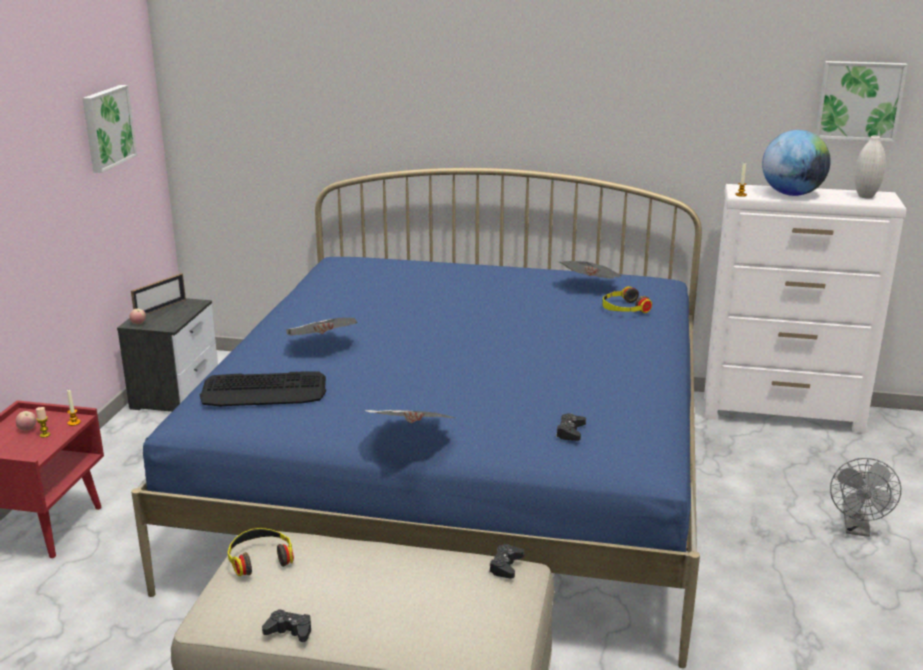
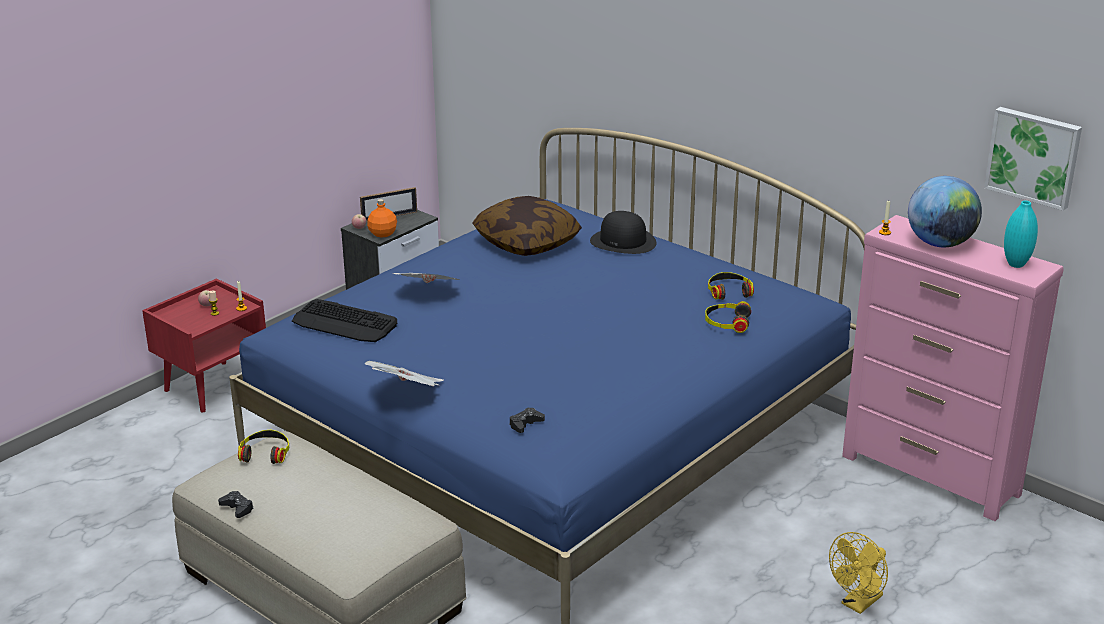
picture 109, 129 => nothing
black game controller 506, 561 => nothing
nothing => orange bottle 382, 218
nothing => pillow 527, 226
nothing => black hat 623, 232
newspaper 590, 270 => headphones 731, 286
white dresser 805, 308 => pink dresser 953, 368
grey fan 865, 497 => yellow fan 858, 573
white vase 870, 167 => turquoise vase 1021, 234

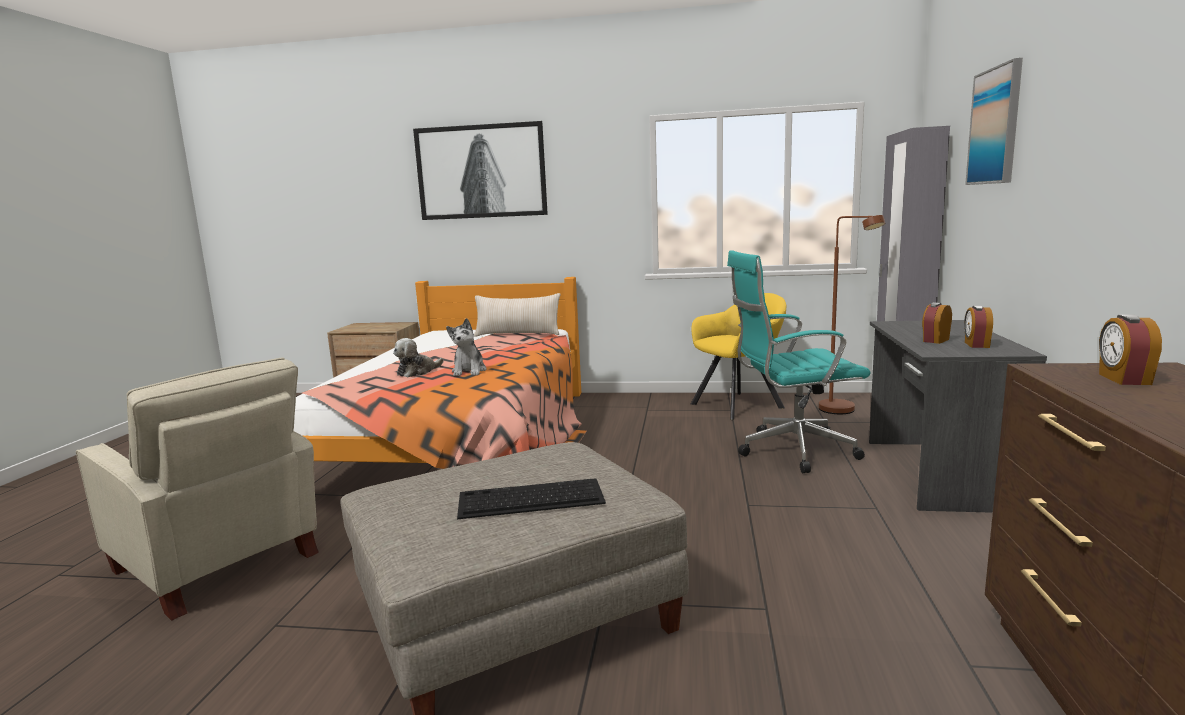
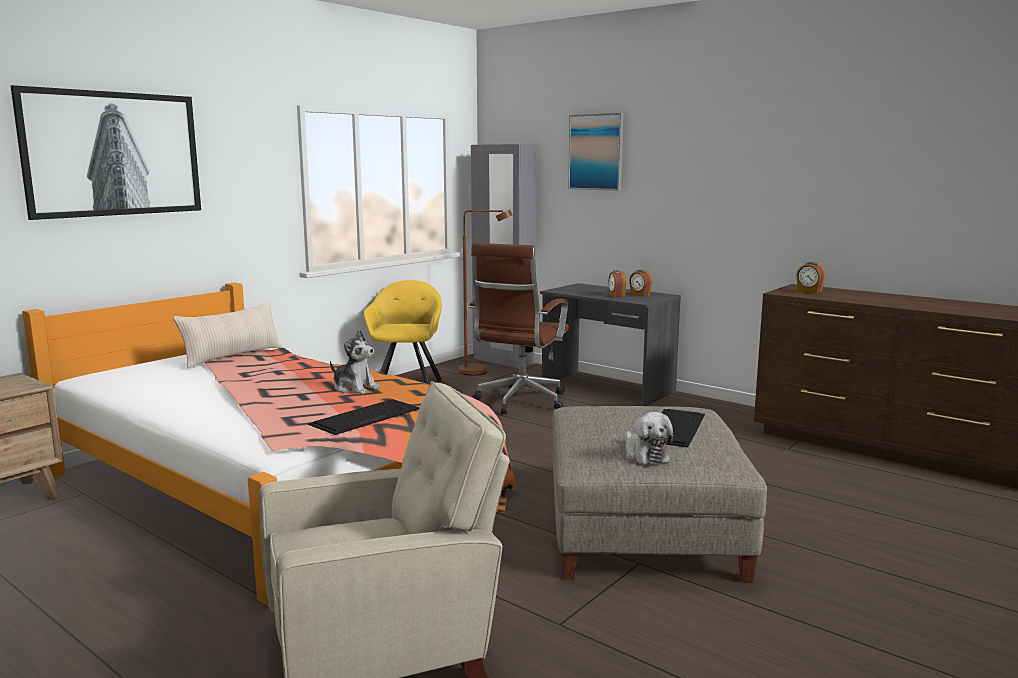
nothing => keyboard 364, 417
plush toy 418, 357 => plush toy 649, 438, moved
turquoise office chair 799, 361 => brown office chair 518, 328

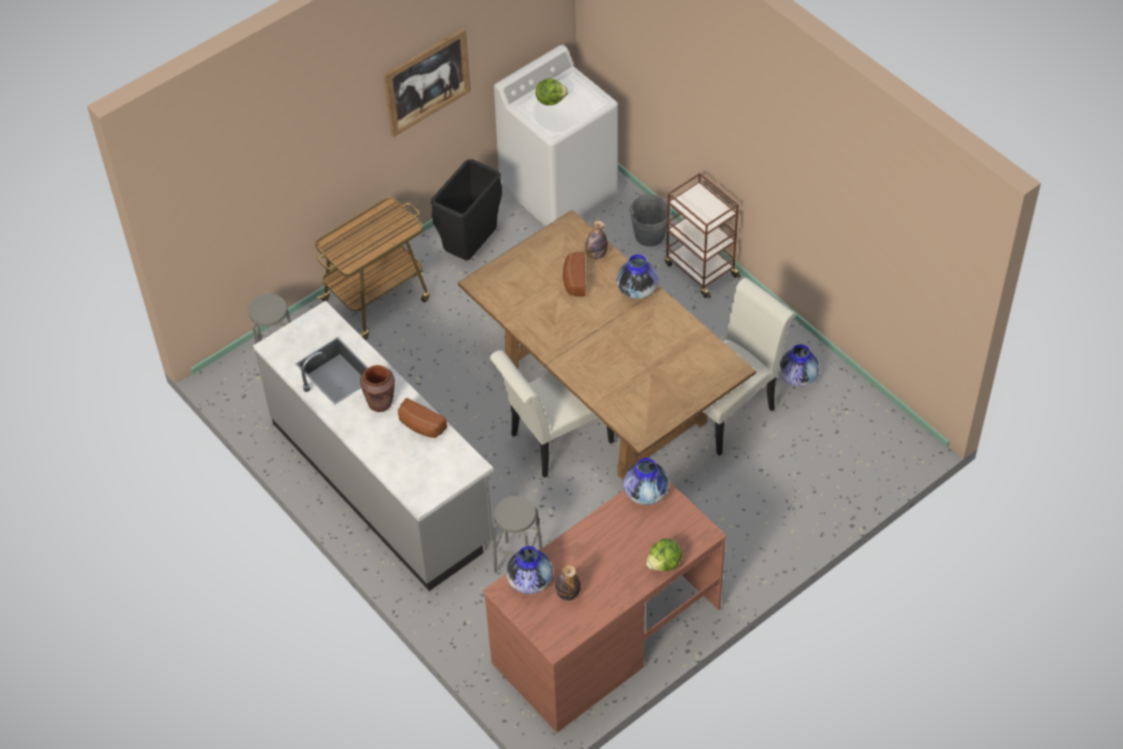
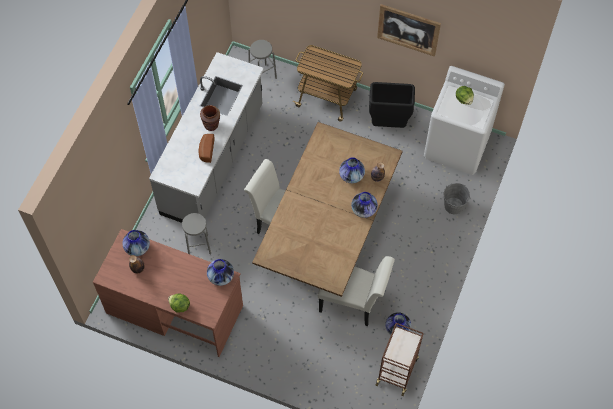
brown cart 702, 236 => brown cart 399, 359, moved
bread 574, 274 => vase 352, 170

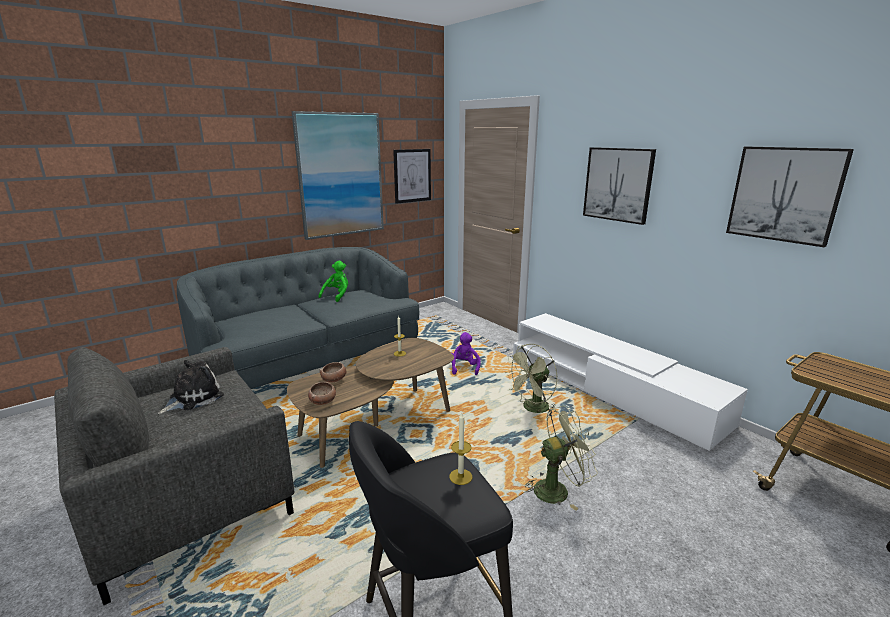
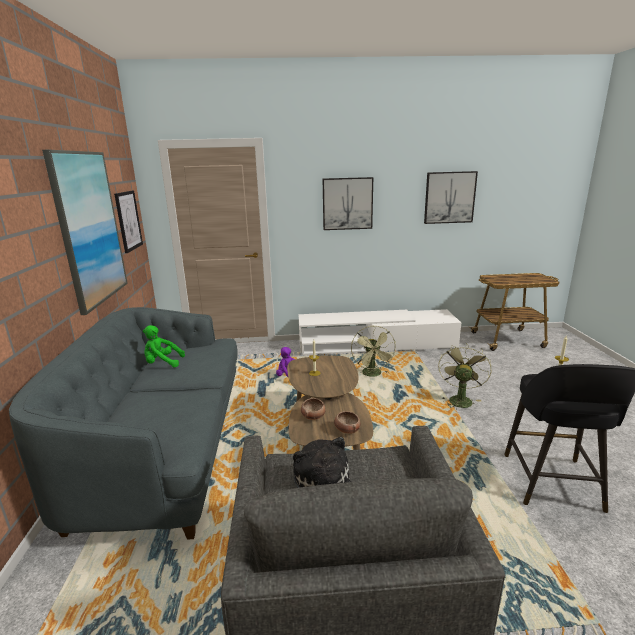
green plush toy 333, 281 => green plush toy 164, 346, 60 degrees counterclockwise

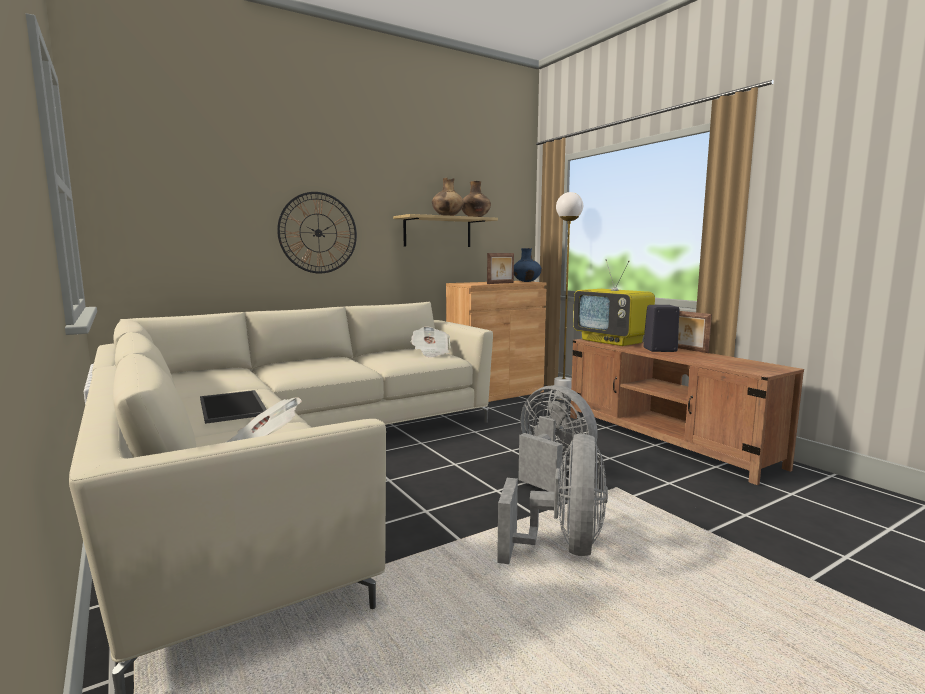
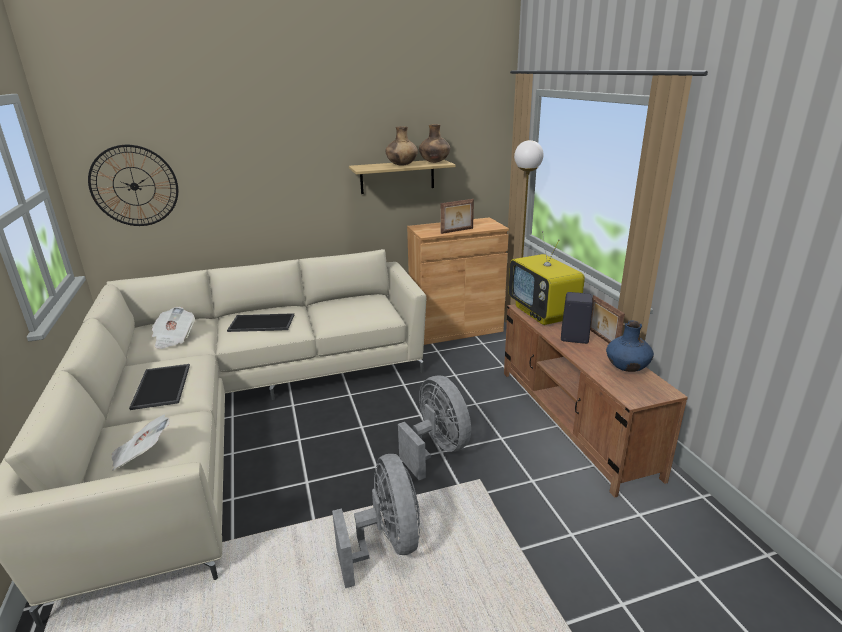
nothing => tray 260, 322
wall clock 317, 233 => wall clock 133, 185, moved
newspaper 430, 342 => newspaper 173, 328, moved
blue vase 528, 265 => blue vase 630, 346, moved
grey fan 552, 499 => grey fan 376, 521, 45 degrees counterclockwise

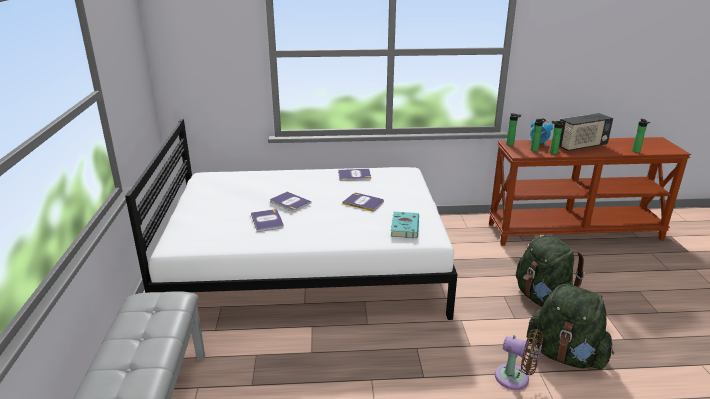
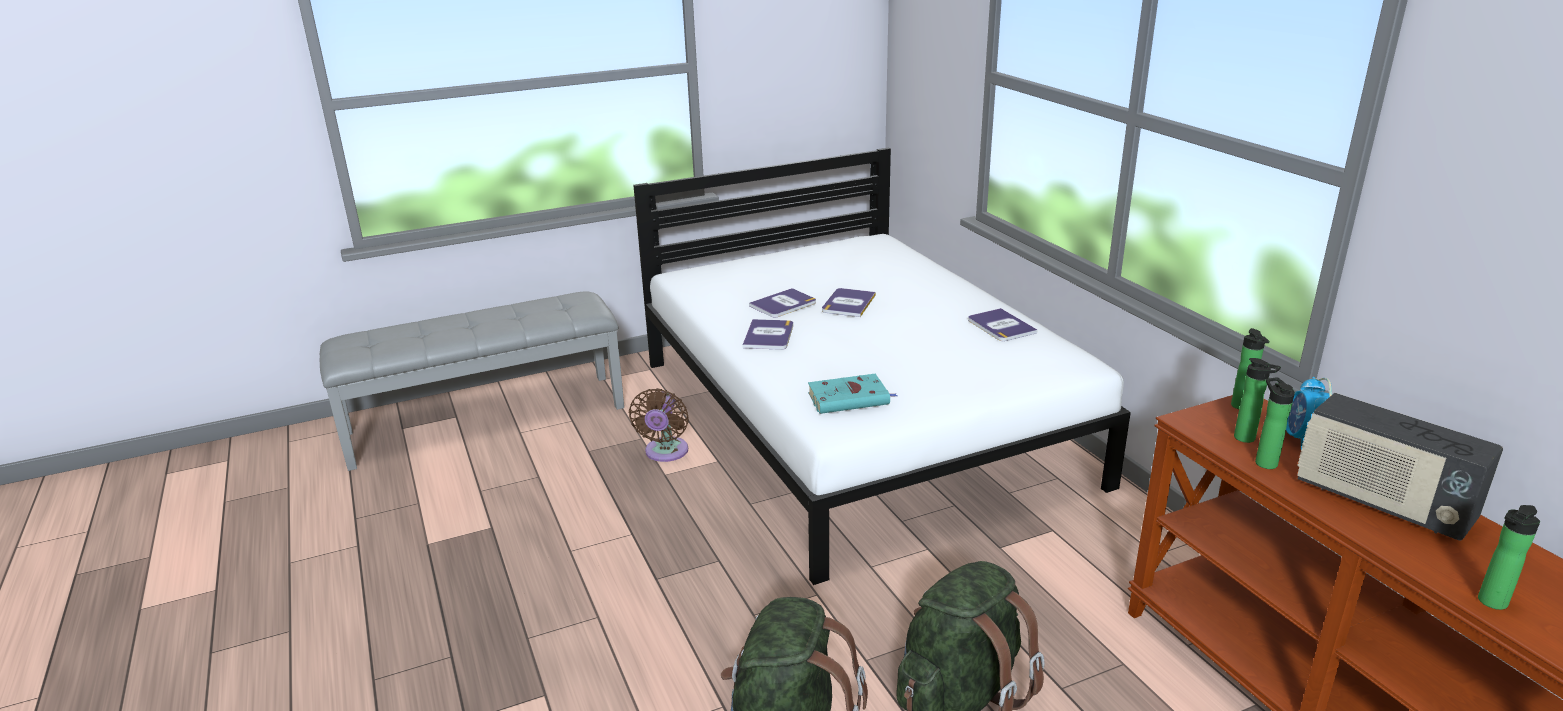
book 363, 202 => book 768, 334, moved
brown fan 519, 359 => brown fan 659, 425, moved

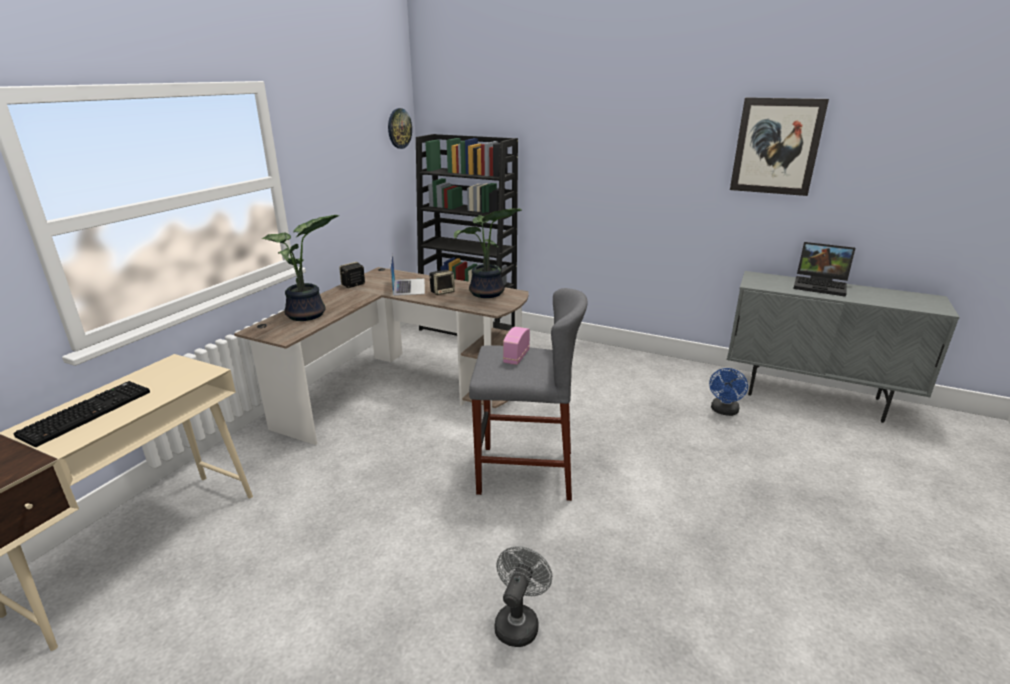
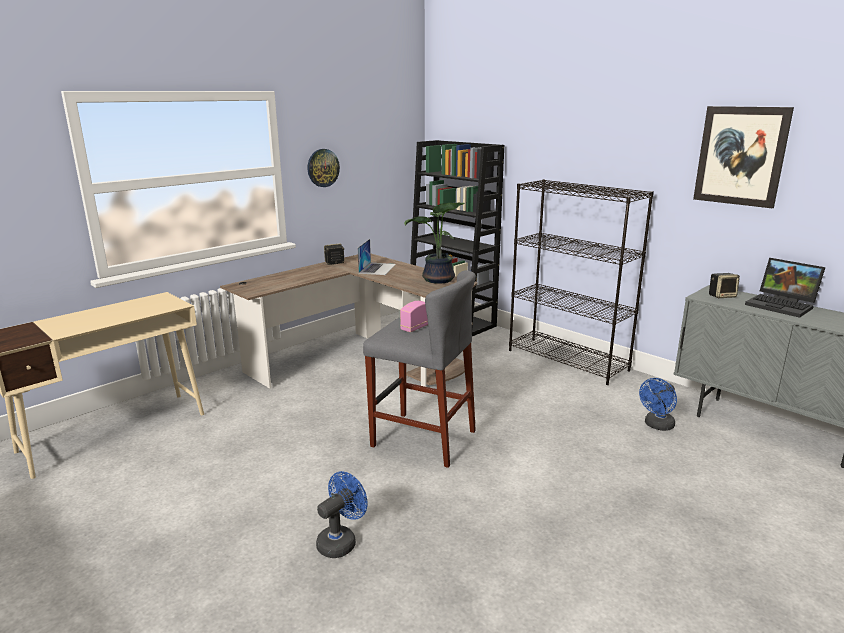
keyboard 81, 414 => nothing
potted plant 301, 268 => nothing
nothing => black bookcase 581, 282
wall clock 400, 128 => wall clock 324, 168, moved
speaker 442, 282 => speaker 724, 285, moved
grey fan 523, 596 => blue fan 342, 514

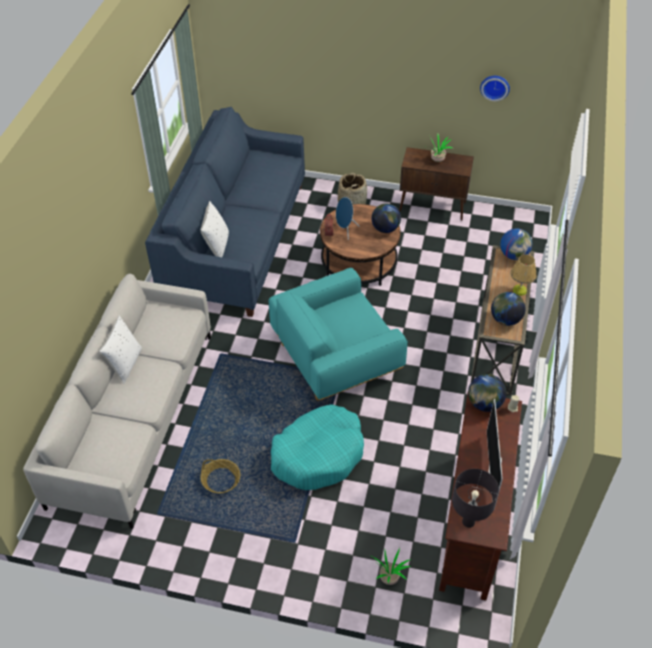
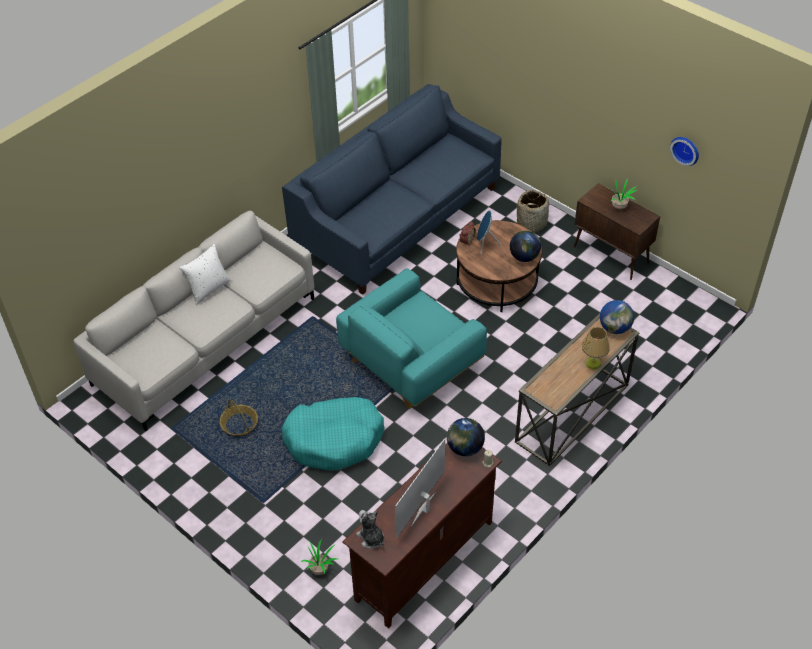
white pillow 214, 229 => nothing
globe 508, 309 => nothing
black table lamp 475, 498 => plush toy 370, 529
turquoise armchair 338, 334 => turquoise armchair 411, 338, 45 degrees counterclockwise

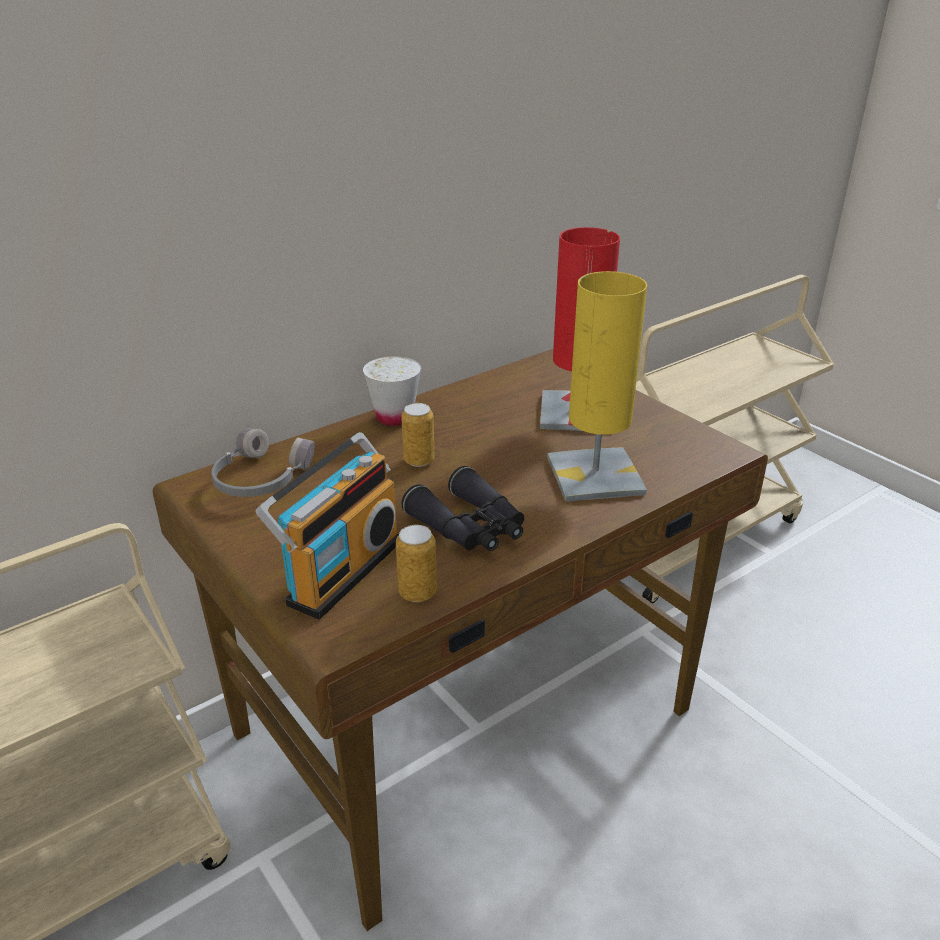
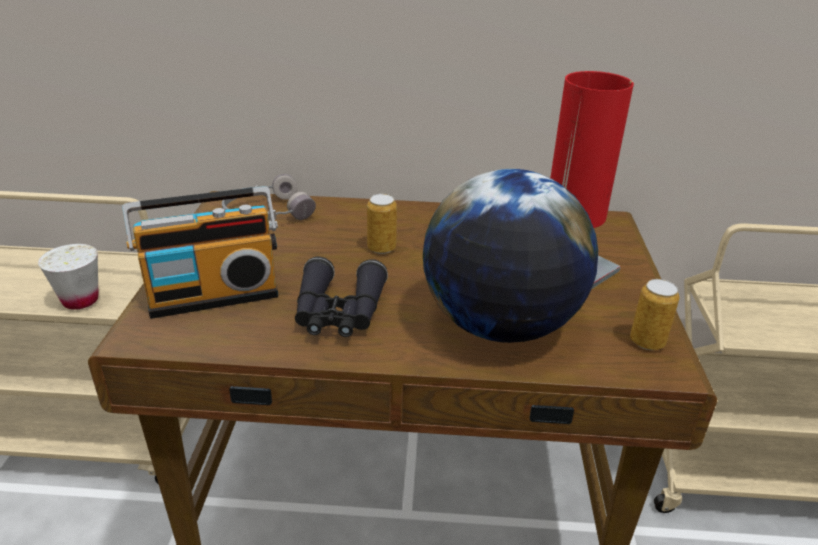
white cup 392, 391 => white cup 68, 277, moved
can 416, 563 => can 654, 314, moved
yellow table lamp 597, 386 => globe 510, 256

